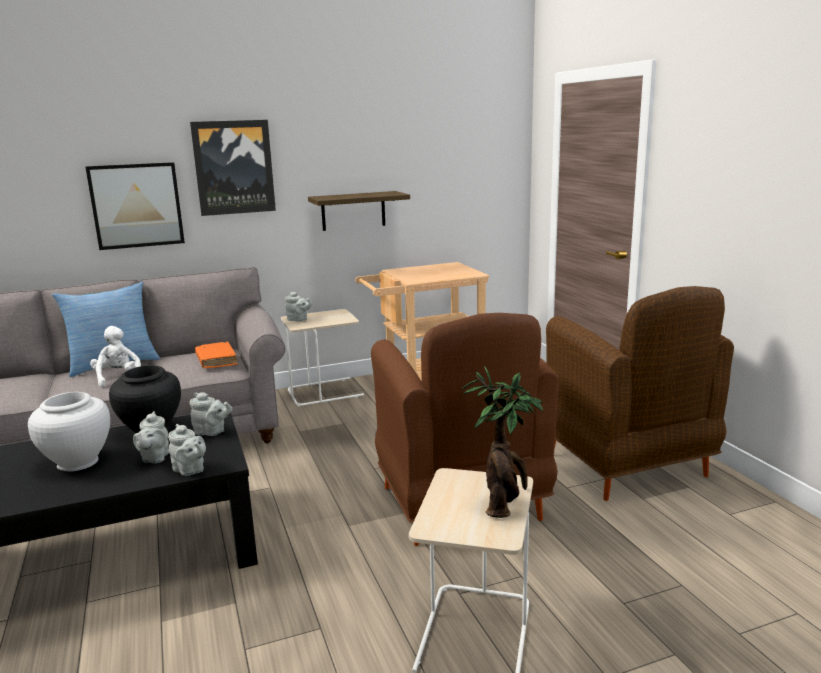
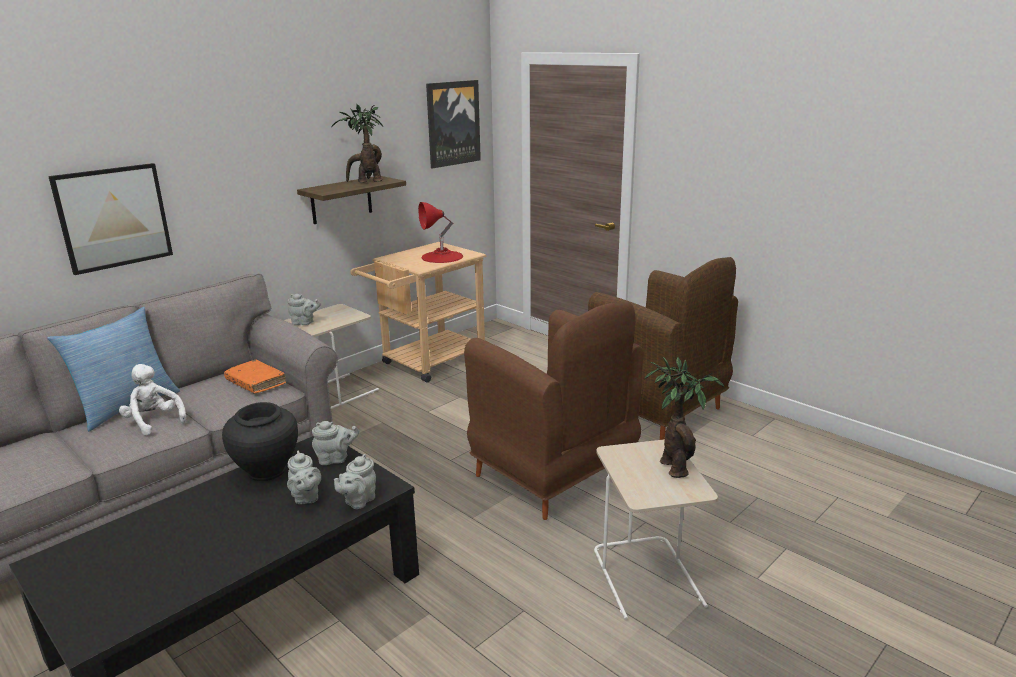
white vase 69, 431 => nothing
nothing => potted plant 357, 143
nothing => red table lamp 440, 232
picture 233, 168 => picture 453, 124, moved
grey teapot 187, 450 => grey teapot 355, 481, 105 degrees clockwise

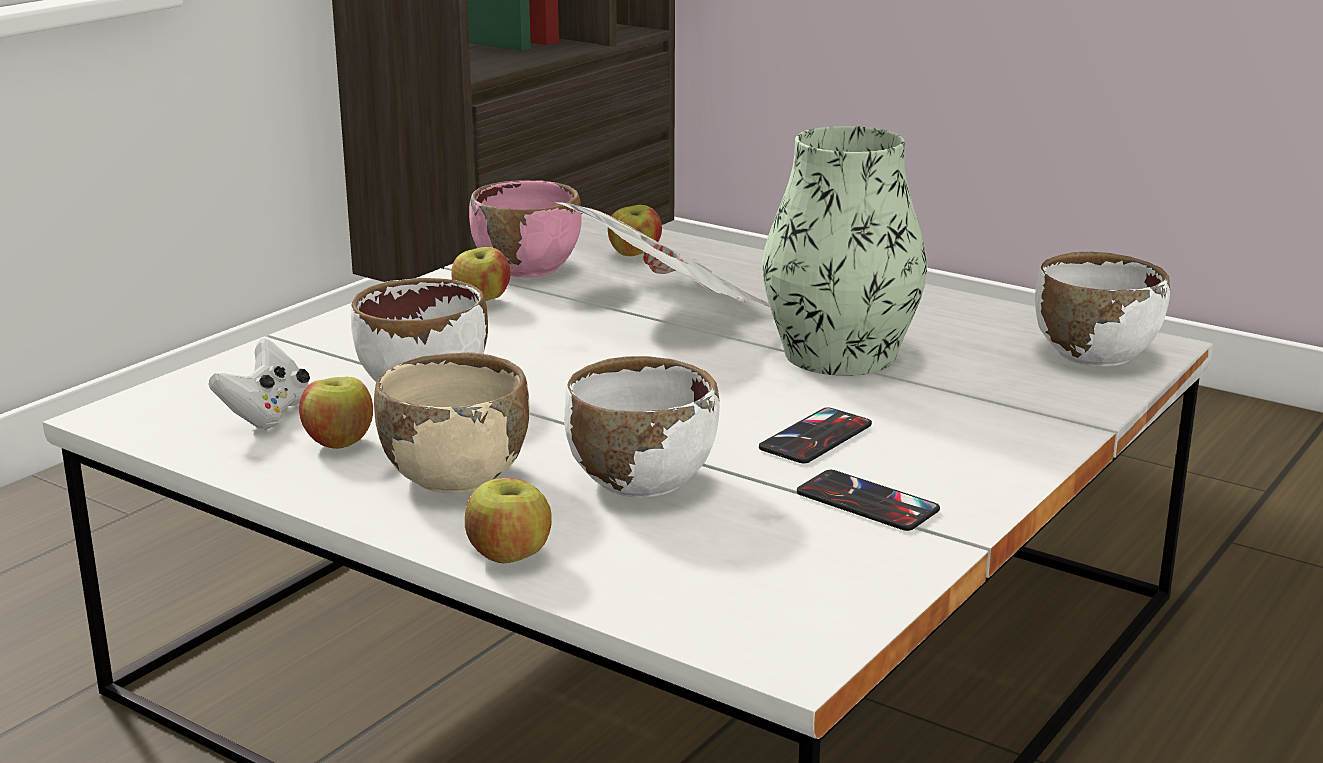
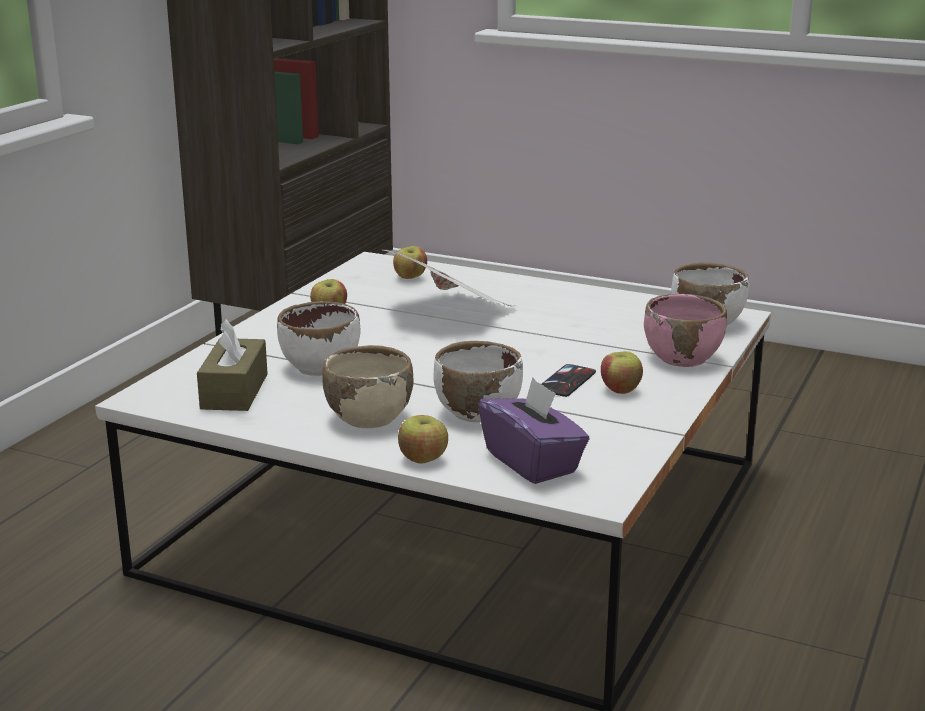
vase 845, 251 => nothing
phone 868, 500 => nothing
nothing => purple tissue box 533, 430
apple 336, 413 => apple 622, 372, moved
pink bowl 525, 228 => pink bowl 685, 330, moved
white game controller 259, 383 => brown tissue box 232, 364

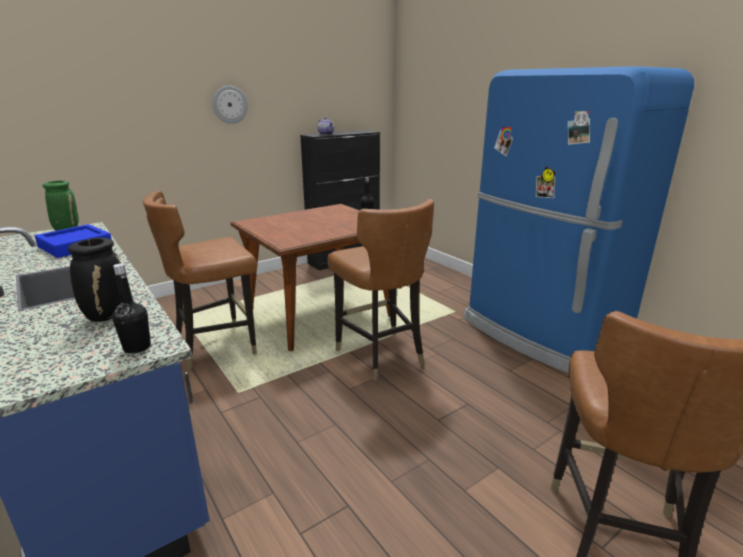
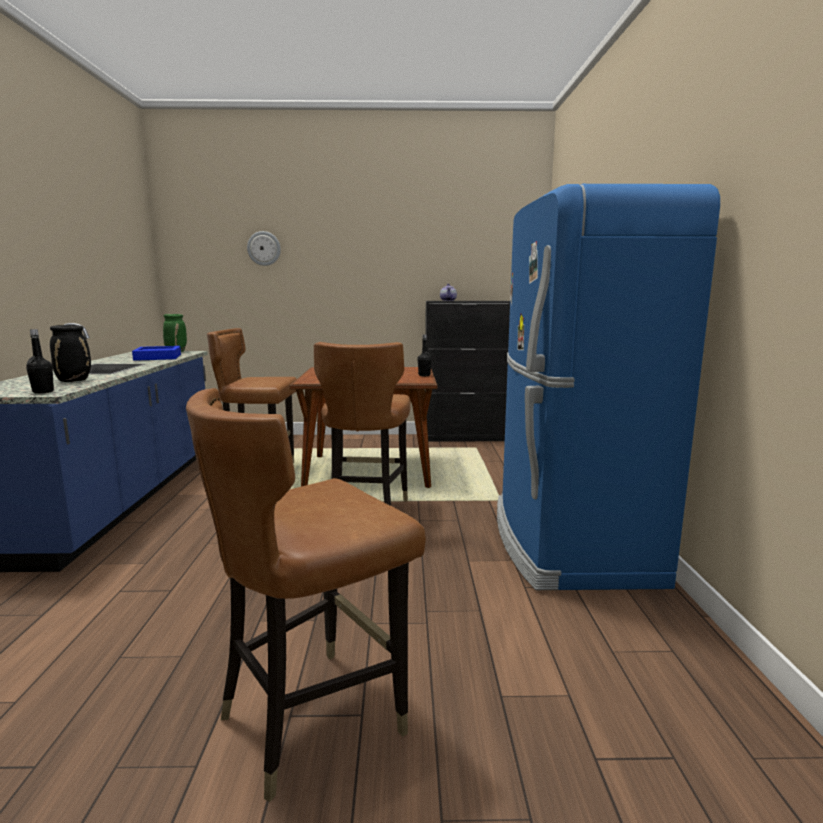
wall clock 230, 104 => wall clock 264, 248, moved

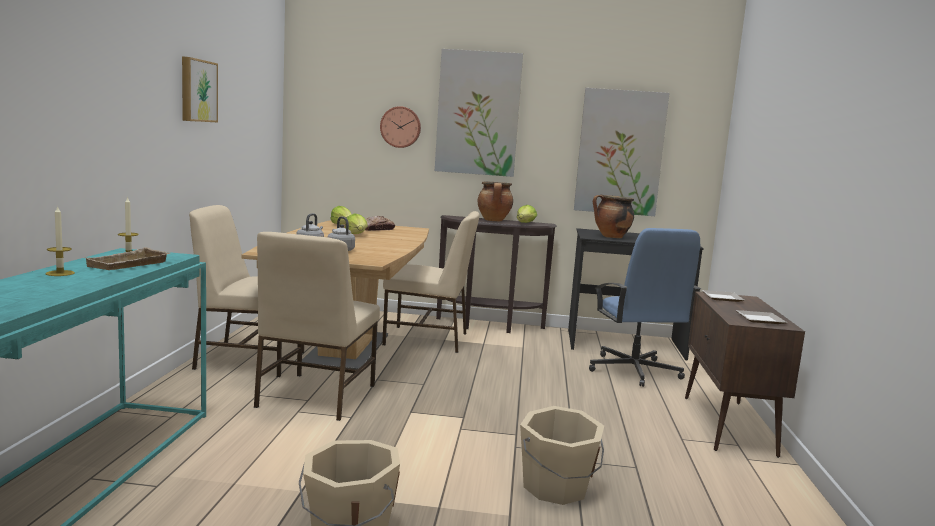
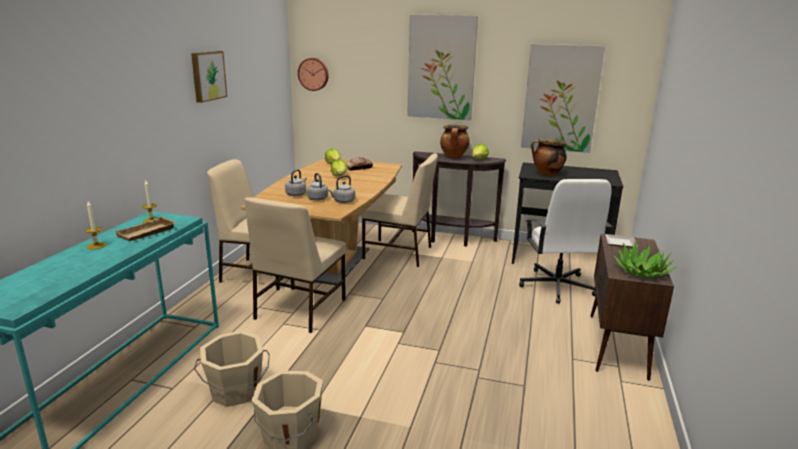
nothing => grey kettle 341, 189
wall clock 400, 127 => wall clock 313, 74, moved
beige bucket 562, 455 => beige bucket 232, 368, moved
plate 761, 317 => potted plant 645, 259
blue office chair 645, 307 => white office chair 565, 241

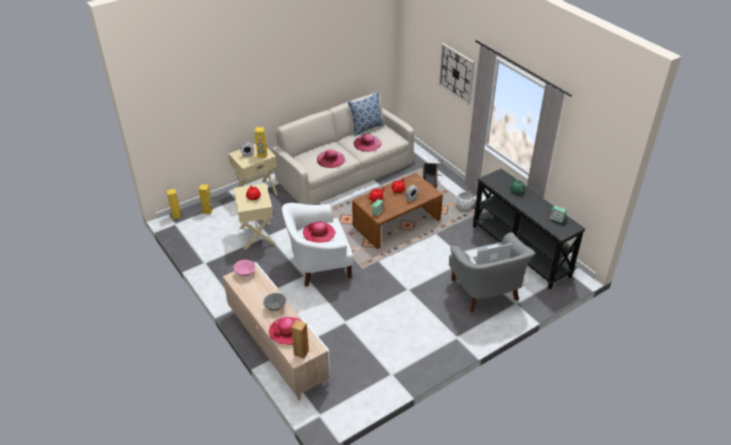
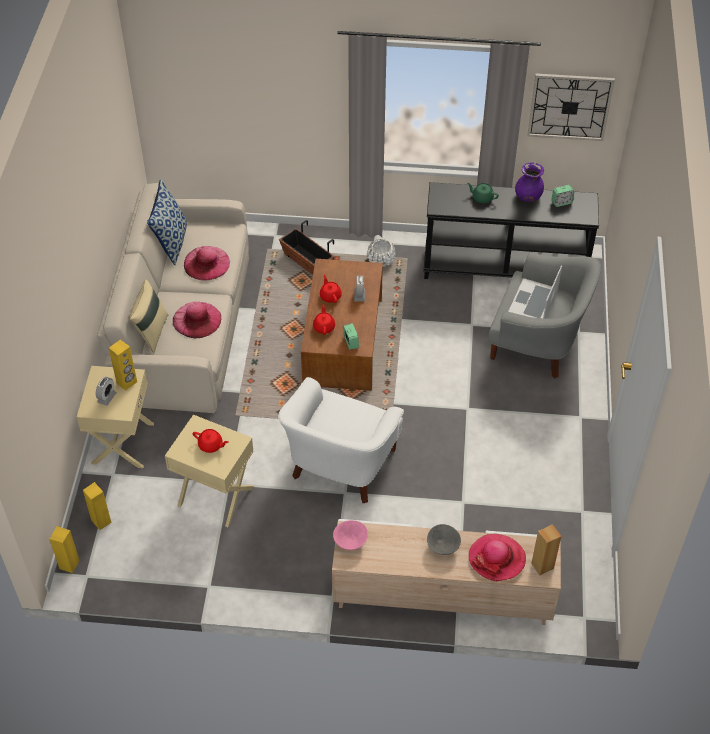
hat 319, 232 => nothing
nothing => beige pillow 148, 316
nothing => purple vase 529, 182
wall clock 456, 74 => wall clock 571, 107, moved

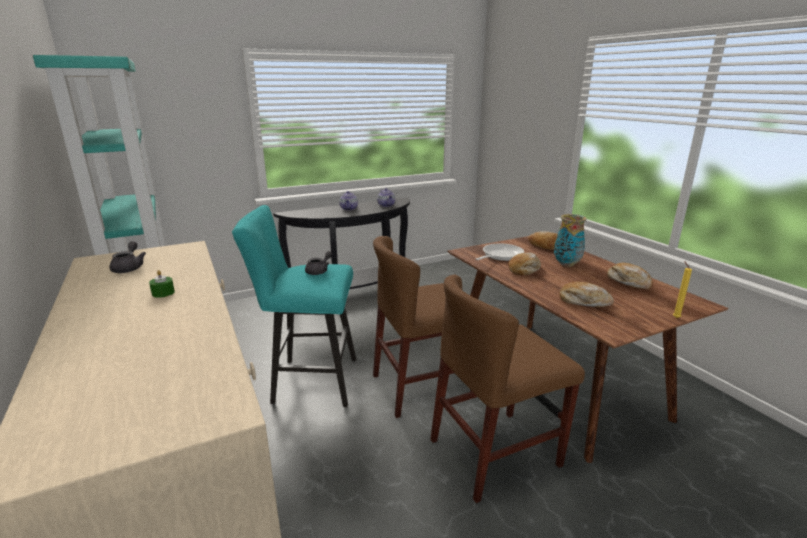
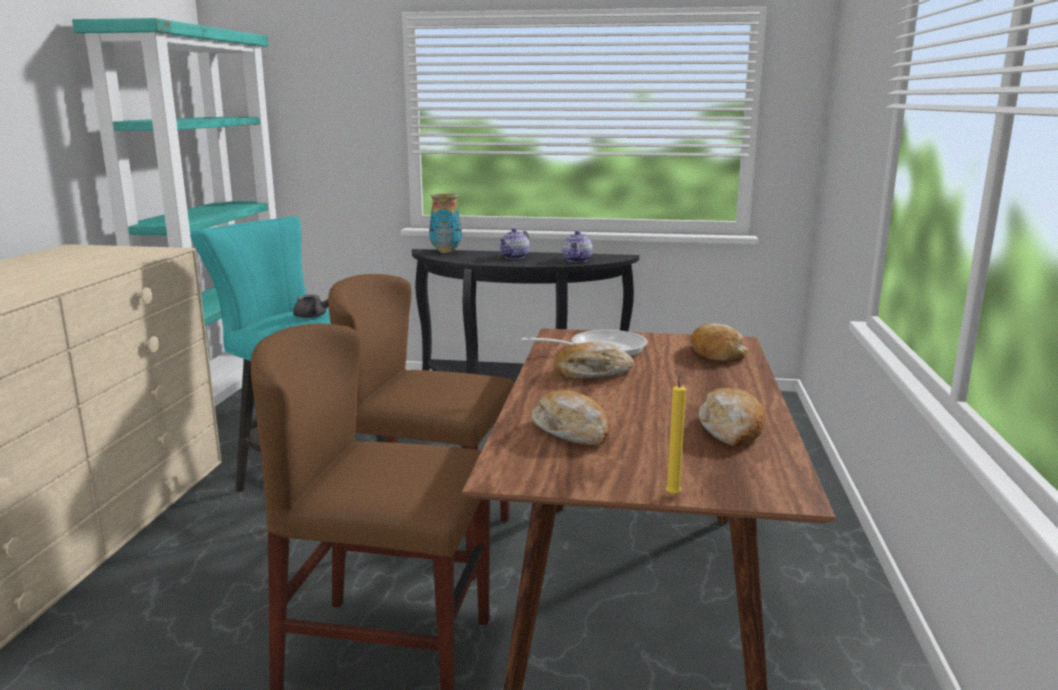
grey teapot 128, 257 => nothing
green candle 162, 284 => nothing
vase 570, 240 => vase 445, 223, moved

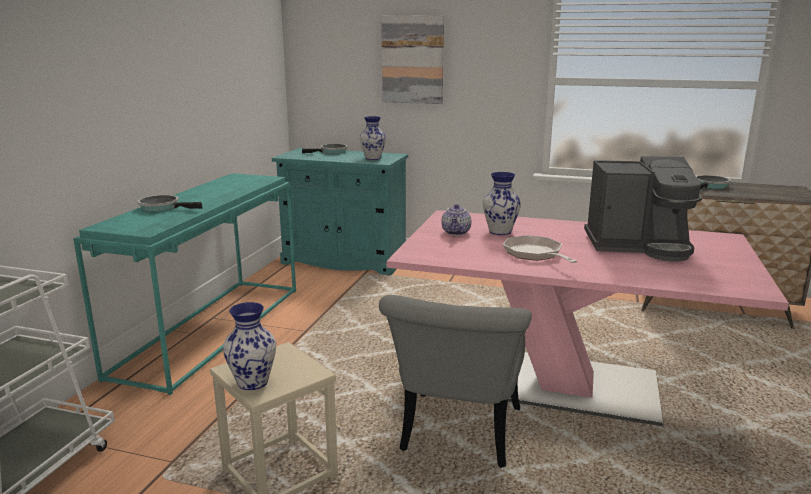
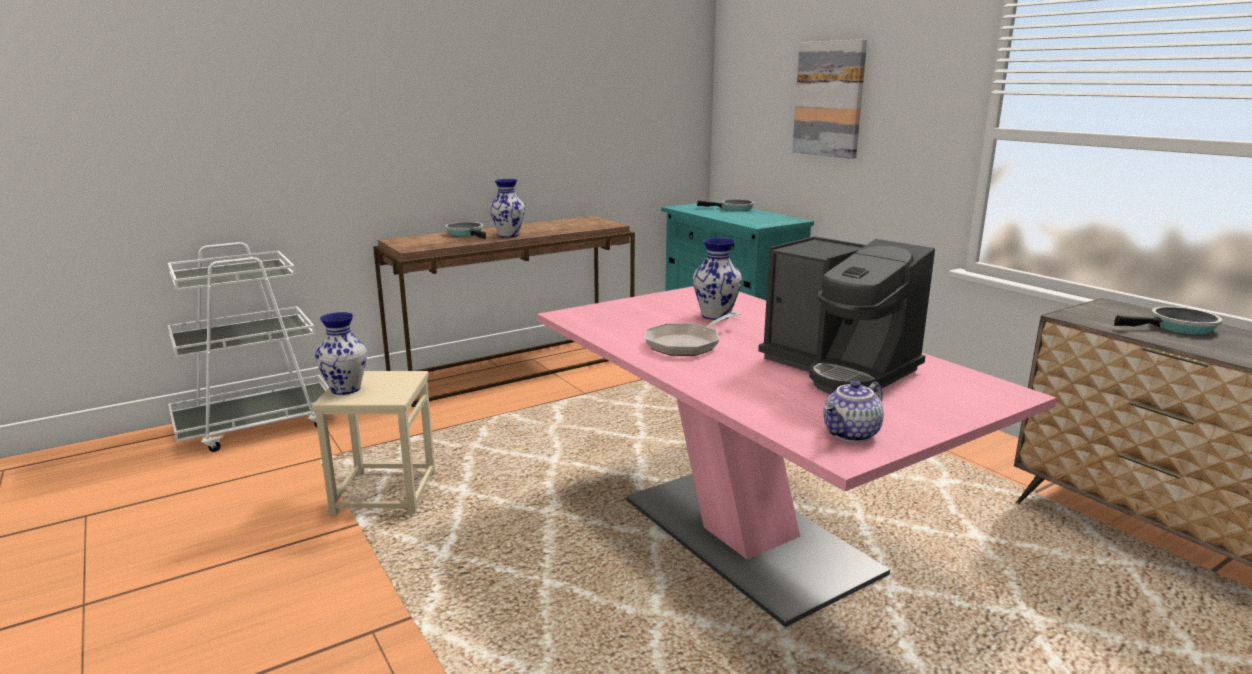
grey chair 455, 381 => nothing
vase 373, 138 => vase 507, 208, moved
teapot 456, 220 => teapot 853, 411, moved
turquoise console table 184, 284 => brown console table 504, 311
frying pan 540, 249 => frying pan 693, 333, 150 degrees counterclockwise

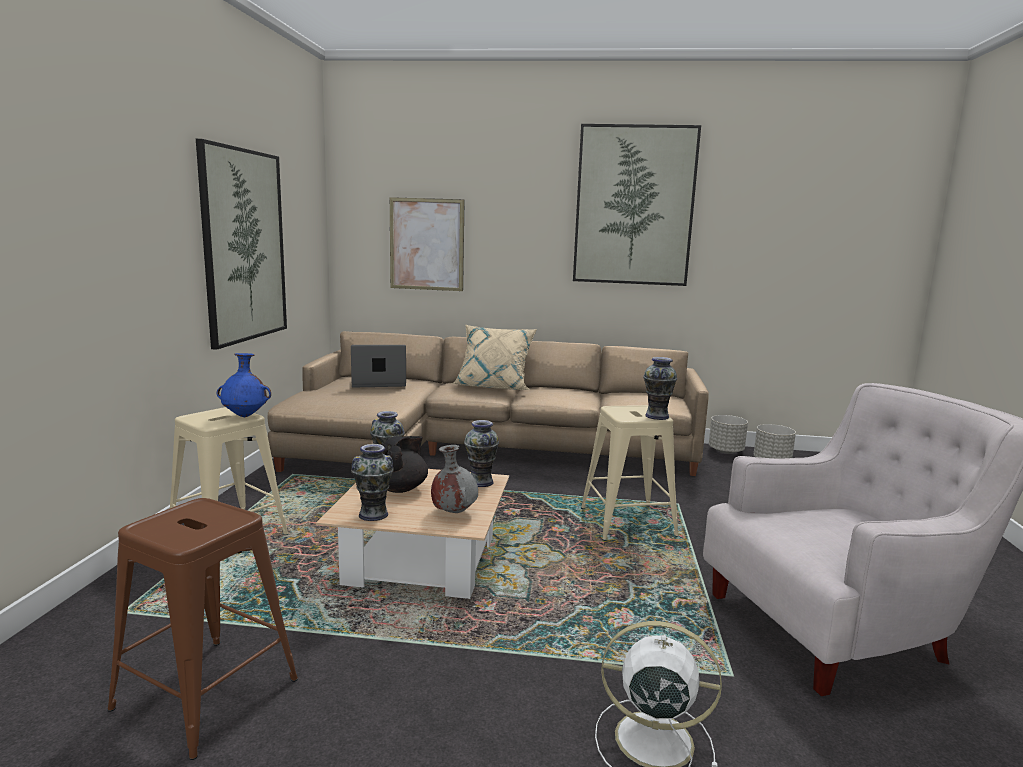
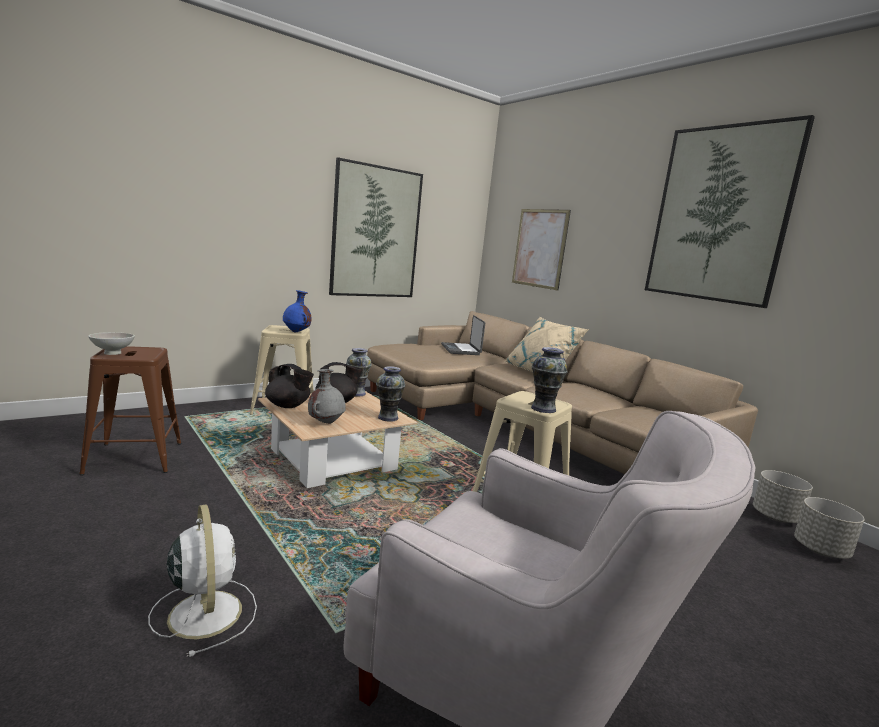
nothing => white bowl 111, 343
vase 372, 482 => black teapot 289, 386
laptop 378, 366 => laptop 463, 335, 135 degrees counterclockwise

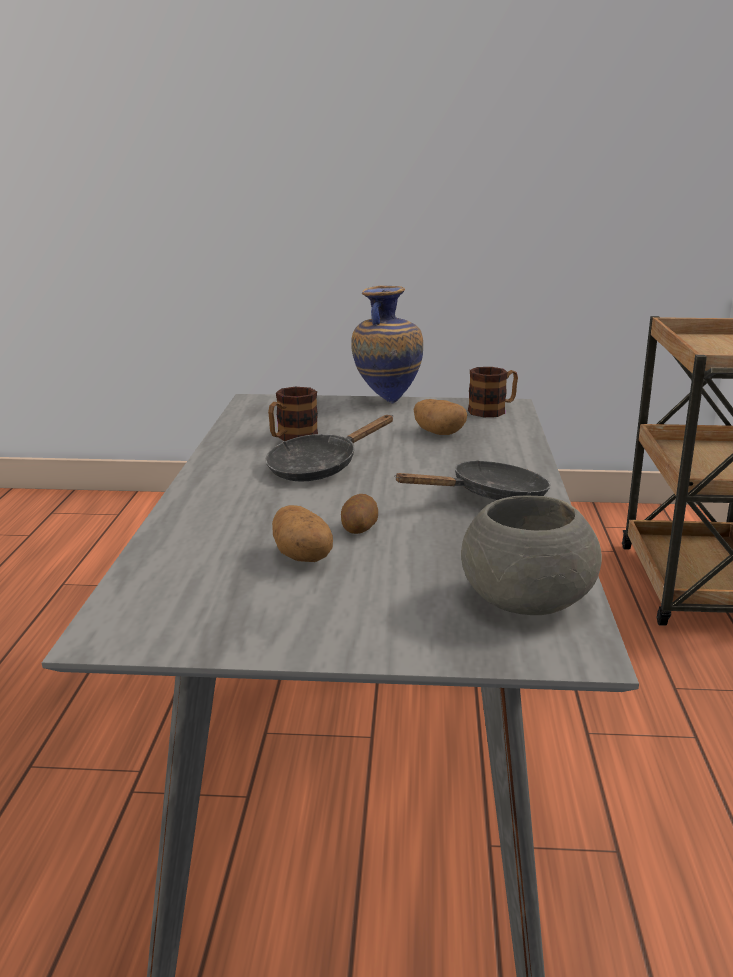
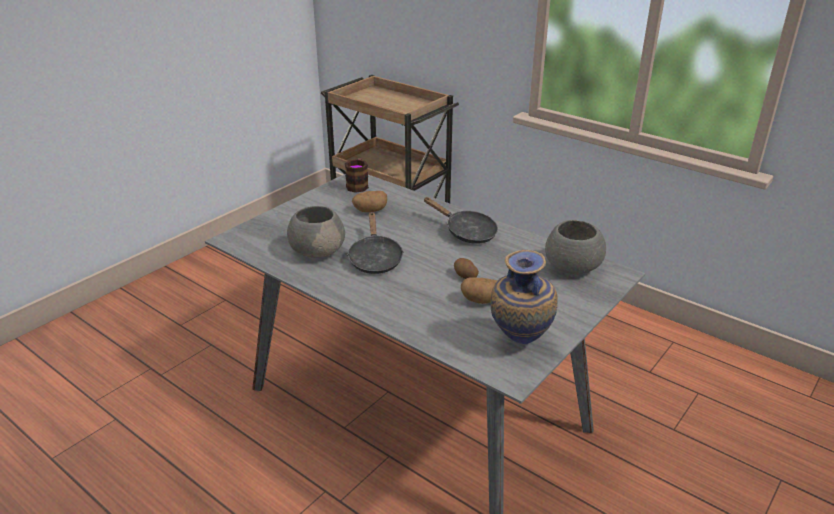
vase 387, 344 => vase 524, 297, moved
mug 293, 414 => grey bowl 316, 232
black frying pan 472, 480 => black frying pan 461, 220, 120 degrees clockwise

